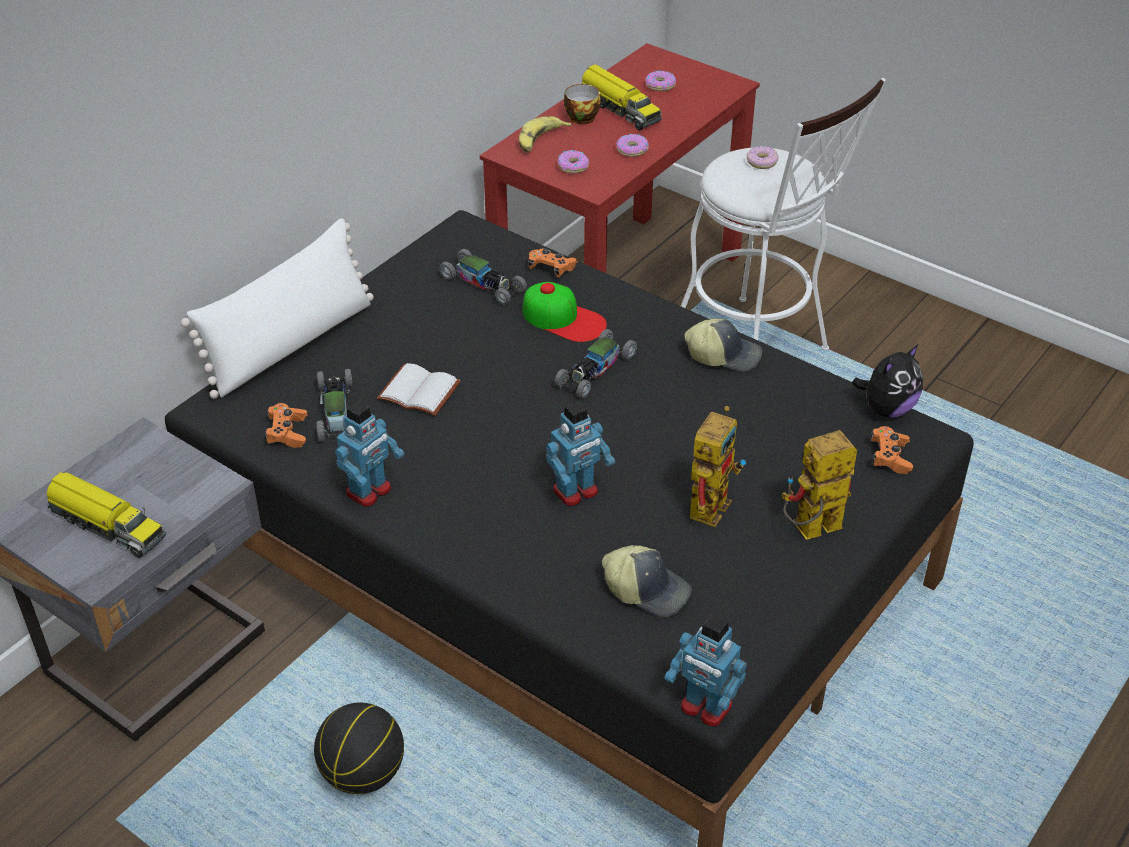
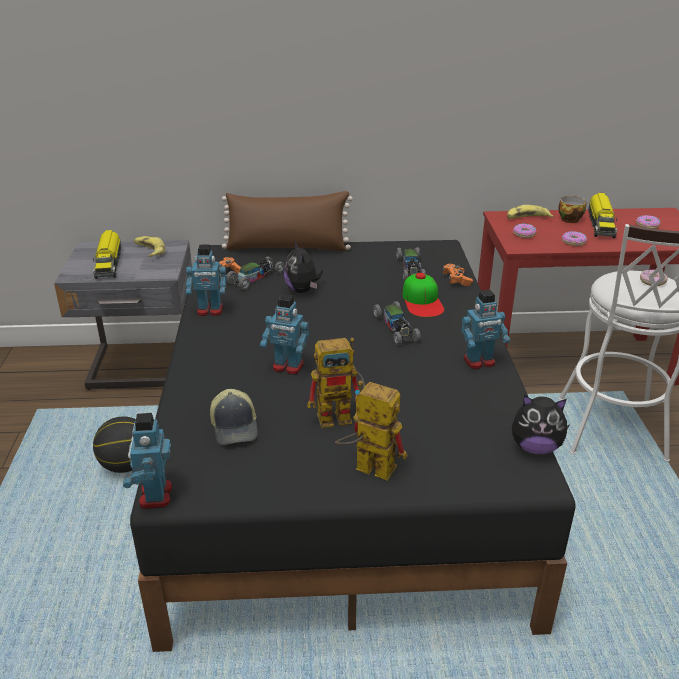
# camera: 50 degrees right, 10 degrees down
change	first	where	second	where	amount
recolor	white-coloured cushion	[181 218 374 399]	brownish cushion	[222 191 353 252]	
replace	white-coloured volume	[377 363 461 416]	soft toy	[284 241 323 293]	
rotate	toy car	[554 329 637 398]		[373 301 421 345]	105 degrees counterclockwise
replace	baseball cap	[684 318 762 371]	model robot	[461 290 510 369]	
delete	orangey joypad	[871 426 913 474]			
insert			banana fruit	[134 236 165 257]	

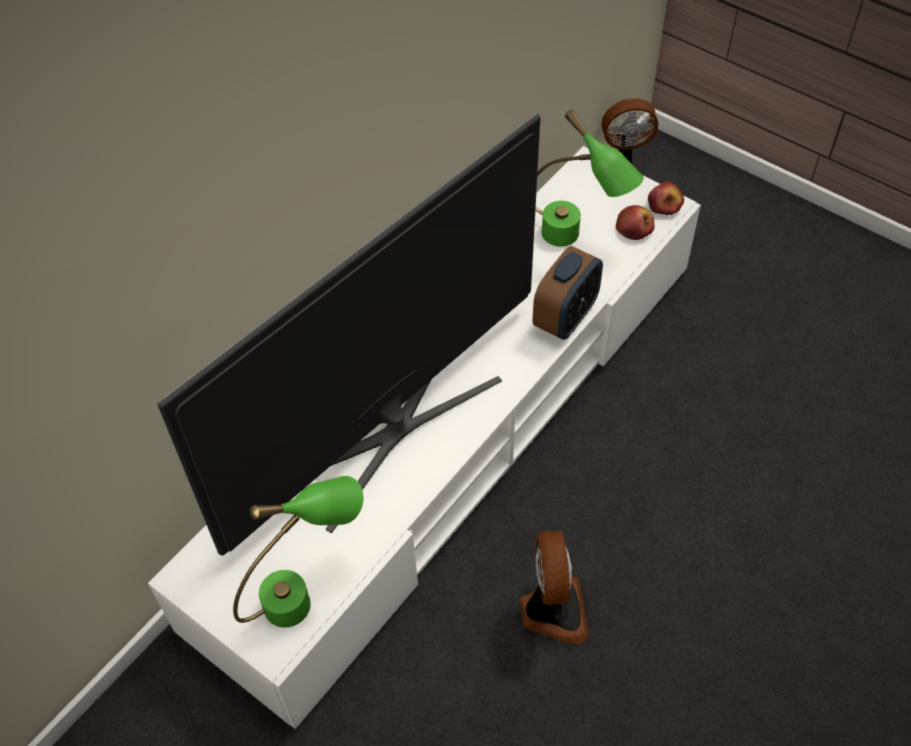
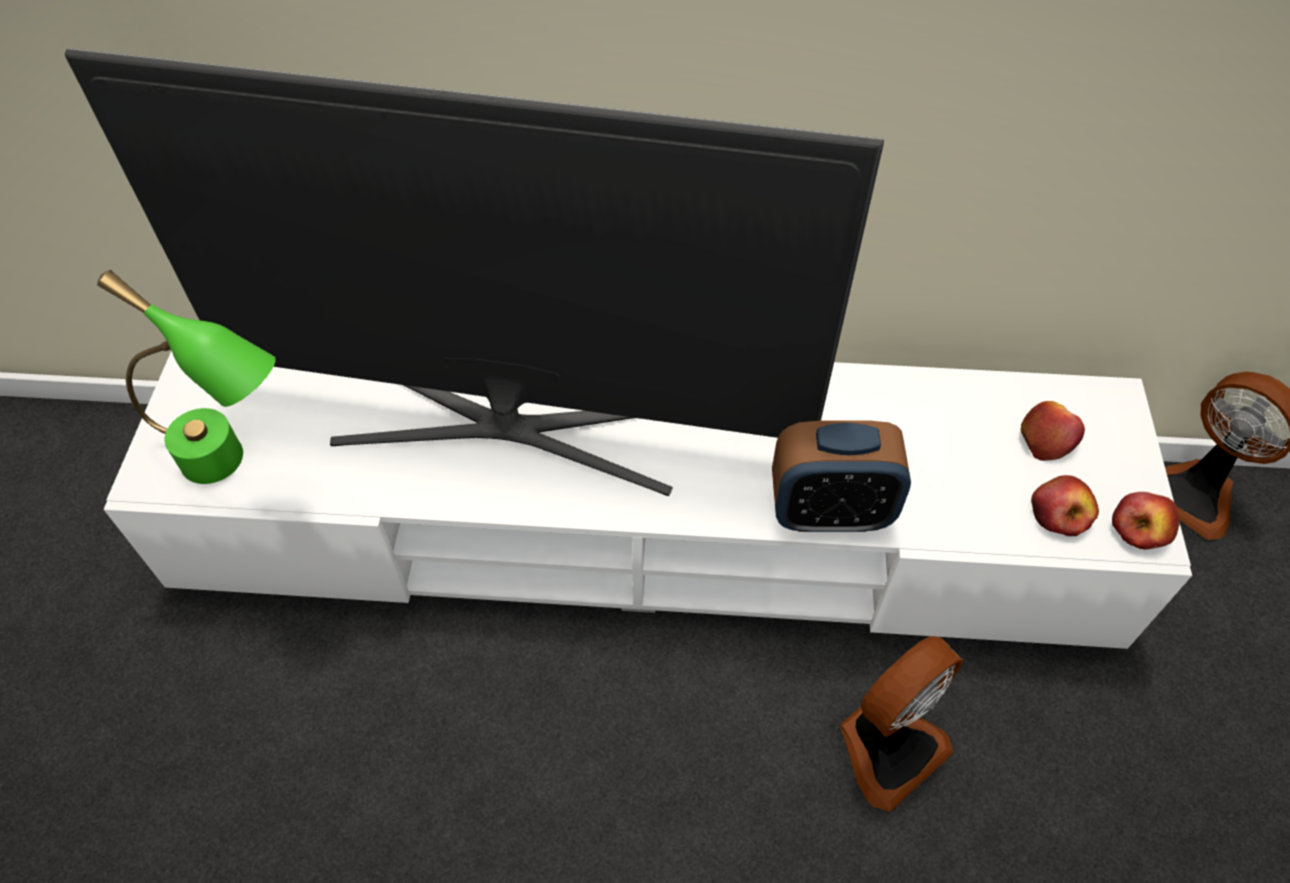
# camera: 55 degrees right, 0 degrees up
change	first	where	second	where	amount
move	cooling fan	[520 531 589 645]		[840 636 964 812]	
delete	green-coloured tabletop lamp	[535 110 644 247]			
insert			apple	[1020 401 1085 461]	

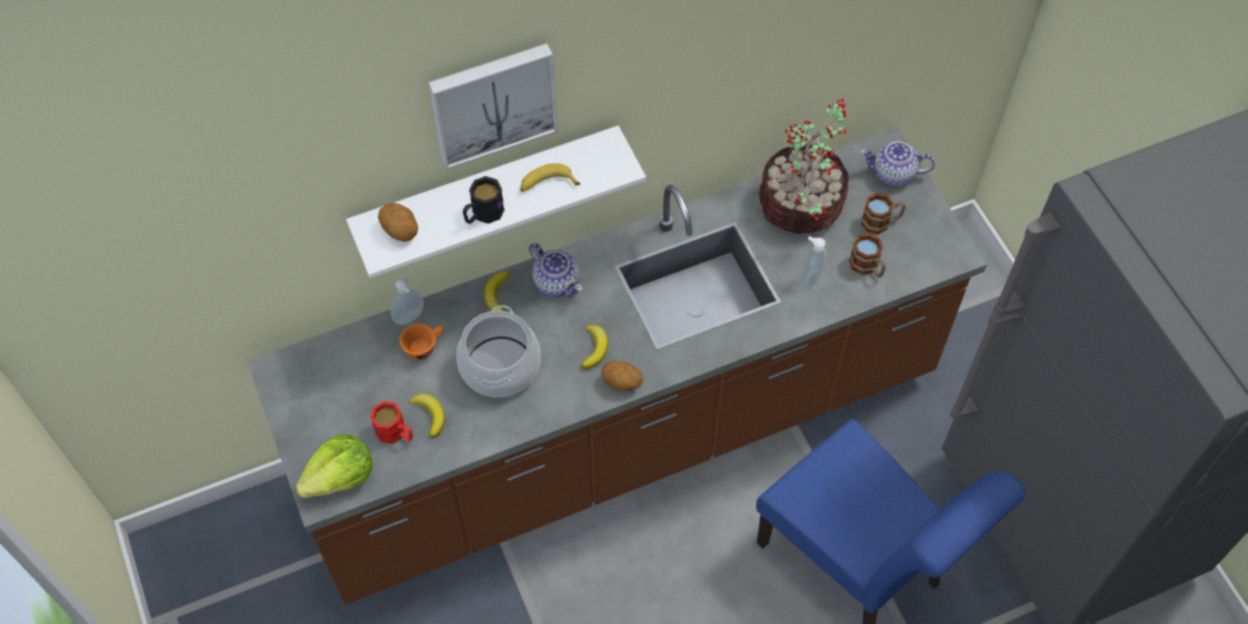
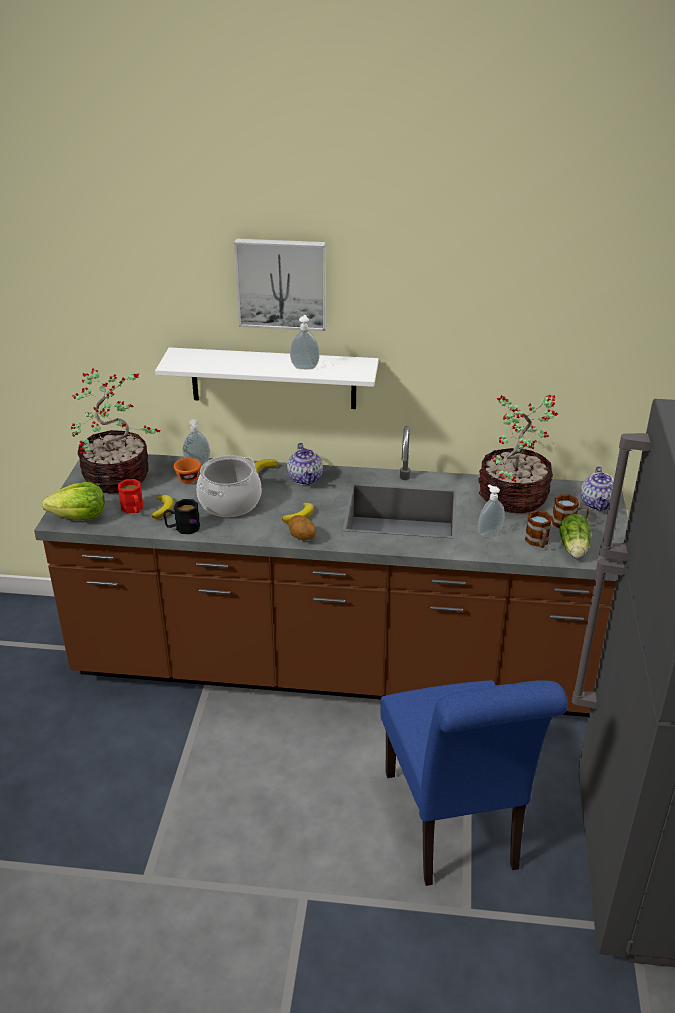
# camera: 30 degrees right, 25 degrees down
change	first	where	second	where	amount
delete	whole potato	[378 203 418 242]			
move	black-coloured coffee mug	[463 176 505 224]		[163 499 200 534]	
replace	banana fruit	[520 163 580 192]	liquid soap bottle	[290 315 320 369]	
rotate	teapot	[861 141 935 187]		[580 466 614 511]	120 degrees counterclockwise
insert			plant in a pot	[71 368 161 493]	
insert			lettuce head	[560 514 591 558]	

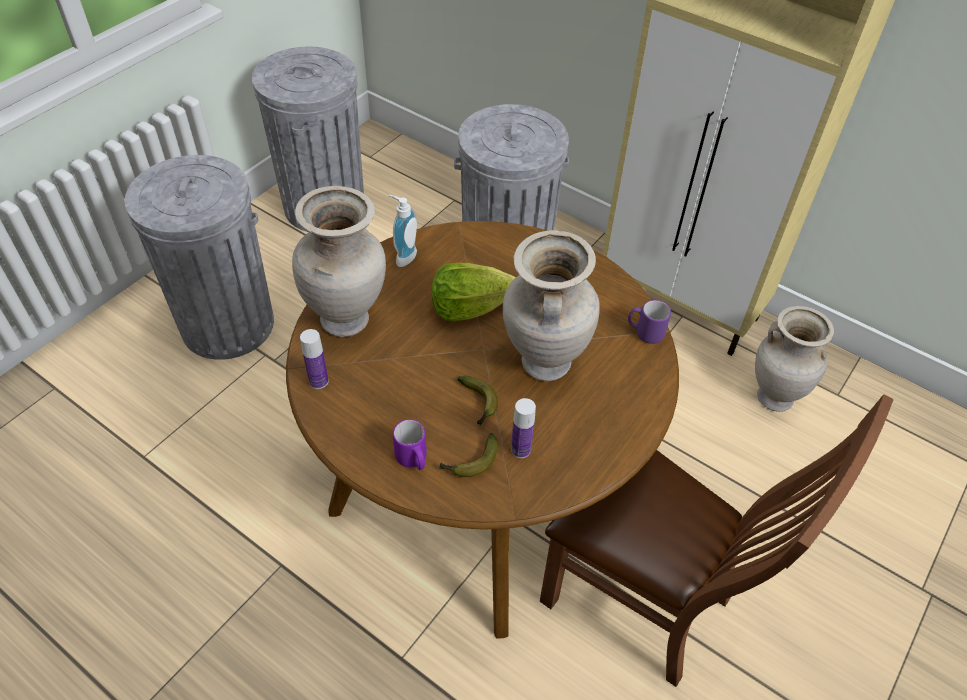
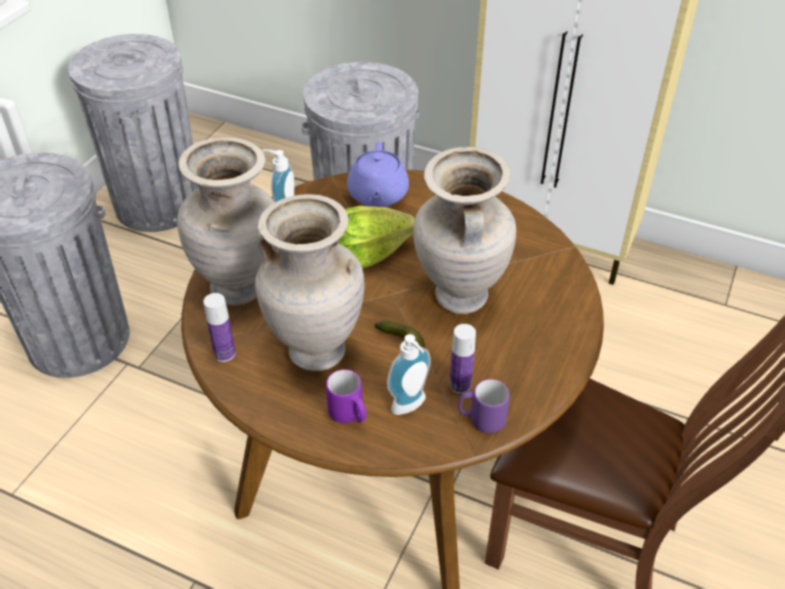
# camera: 10 degrees left, 5 degrees down
change	first	where	second	where	amount
replace	banana fruit	[440 433 497 477]	liquid soap bottle	[387 334 431 415]	
move	purplish coffee mug	[628 300 671 344]		[458 379 510 433]	
move	beige-coloured flower vase	[755 306 834 412]		[255 194 365 371]	
insert			purplish teapot	[347 142 409 207]	

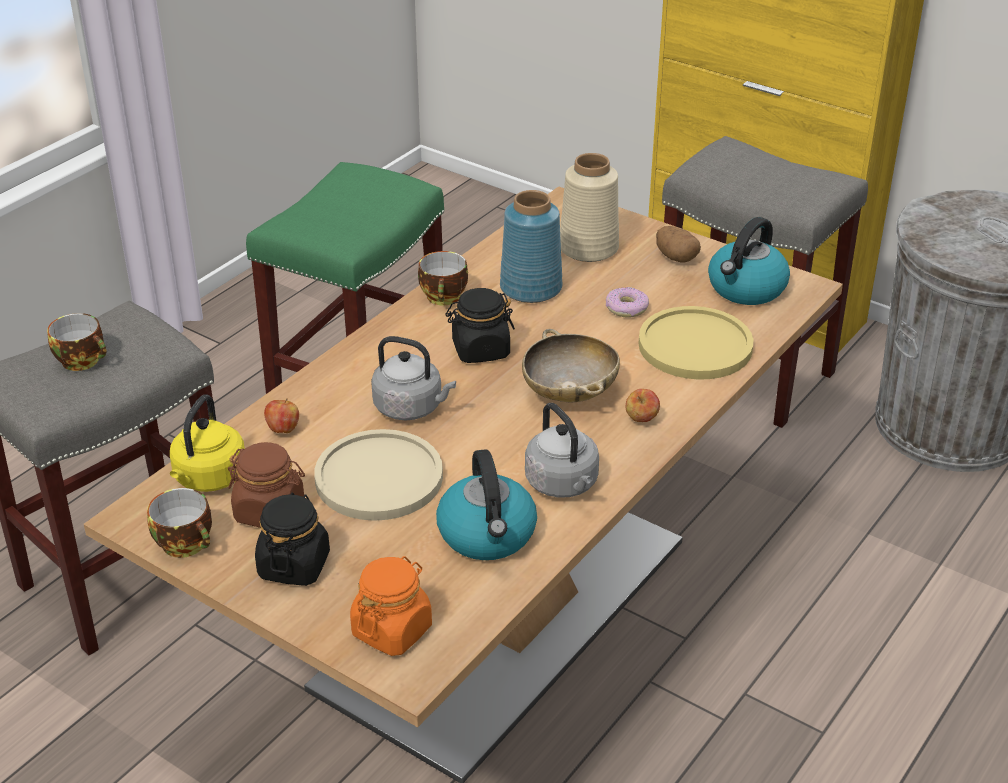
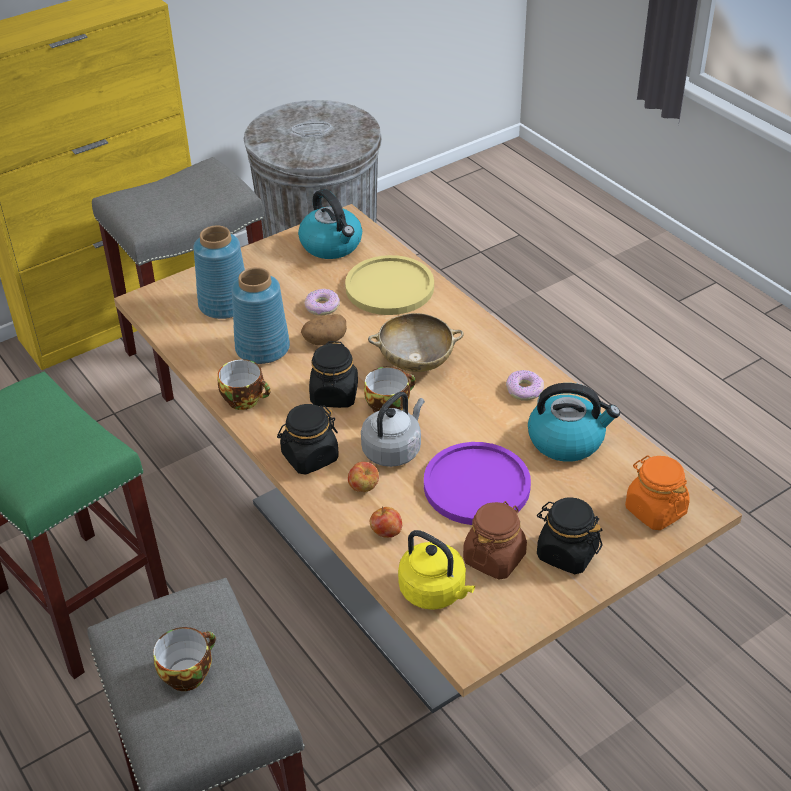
# camera: 70 degrees left, 5 degrees up
change	first	where	second	where	amount
move	drinking cup	[147 488 212 558]		[364 367 416 413]	
recolor	beige-coloured dinner plate	[314 429 443 521]	purplish dinner plate	[424 442 531 525]	
replace	gray tea kettle	[525 403 599 498]	donut	[506 370 544 401]	
recolor	beige-coloured flower vase	[560 153 619 262]	blue flower vase	[193 225 245 319]	
move	apple	[626 389 660 422]		[348 462 379 492]	
move	whole potato	[656 226 701 262]		[301 314 347 345]	
insert			black-coloured jar	[277 404 339 475]	

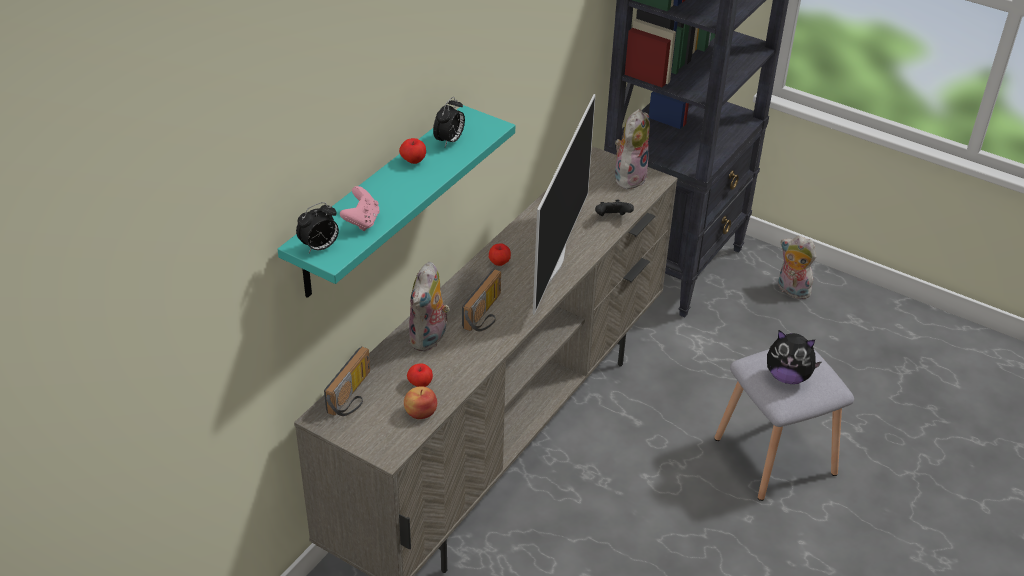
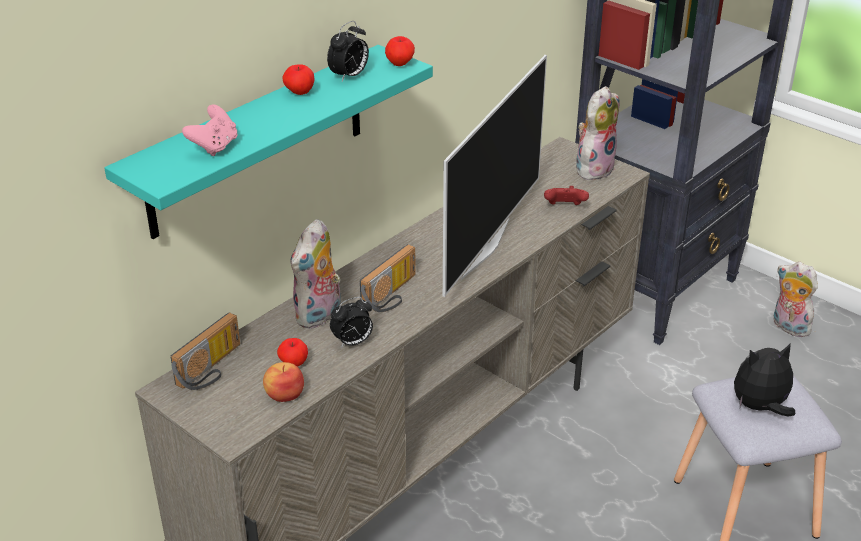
# camera: 10 degrees right, 5 degrees down
change	first	where	second	where	amount
move	bedside clock	[296 202 339 253]		[330 297 373 348]	
move	apple	[489 243 511 266]		[385 36 415 66]	
recolor	black-coloured joypad	[595 199 634 216]	red joypad	[544 186 589 205]	
rotate	soft toy	[767 330 822 384]		[734 343 795 417]	135 degrees clockwise

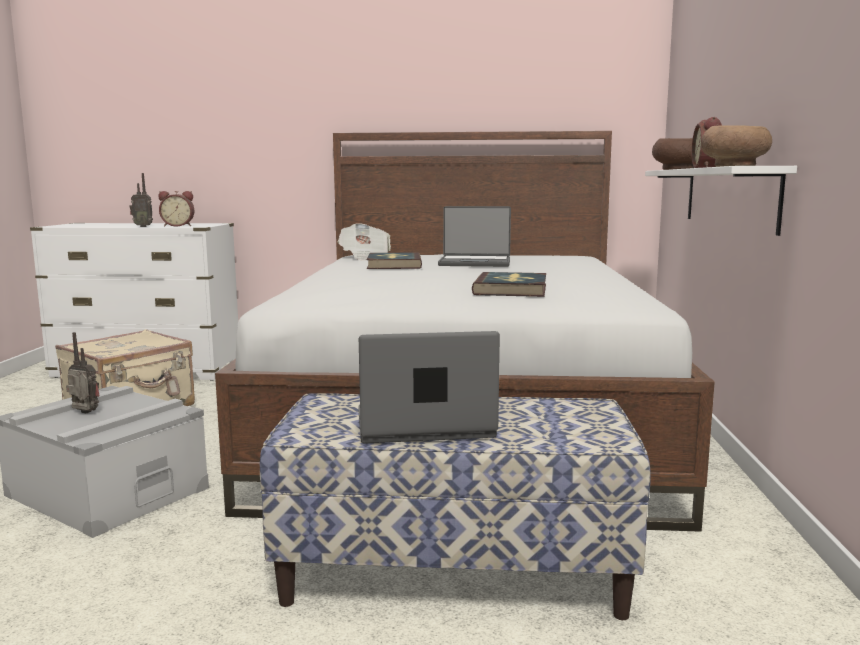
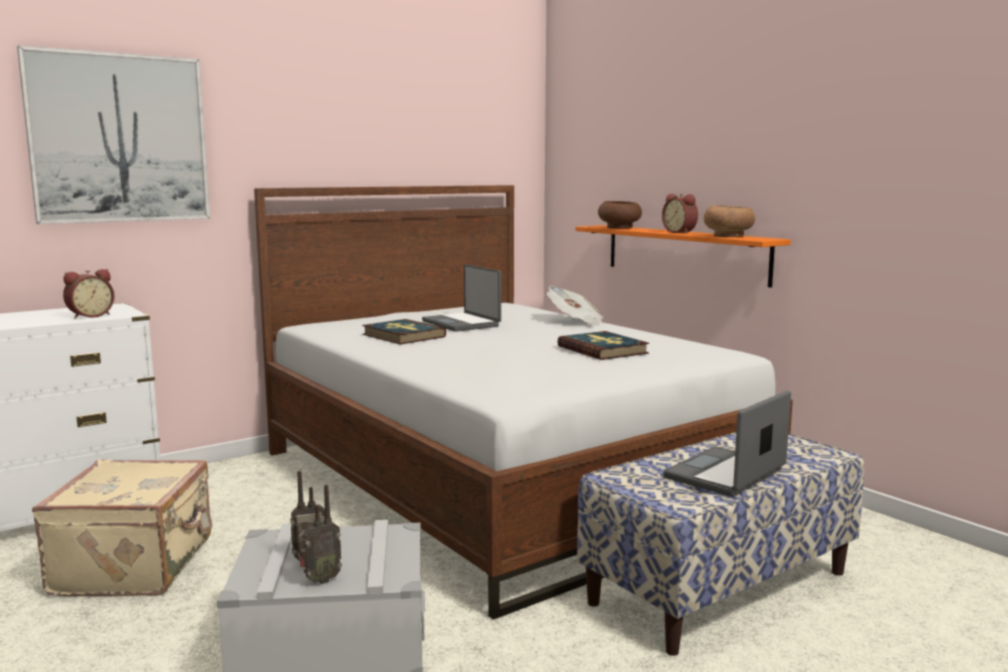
# camera: 40 degrees left, 0 degrees up
change	first	where	second	where	amount
move	radio set	[129 173 153 227]		[298 484 342 584]	
move	daily paper	[337 223 391 261]		[547 286 604 326]	
rotate	portable computer	[438 206 511 267]		[422 265 501 332]	90 degrees clockwise
recolor	white-coloured wall shelf	[645 166 797 236]	orangey wall shelf	[576 225 791 288]	
insert			wall art	[17 45 210 224]	

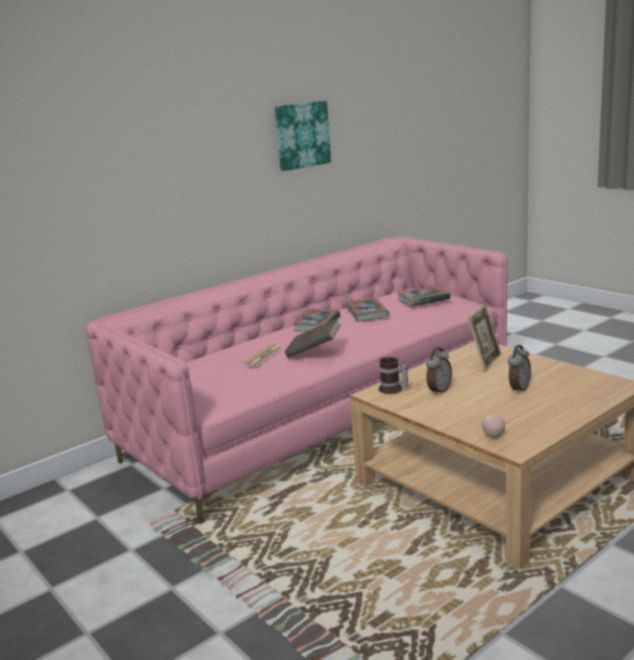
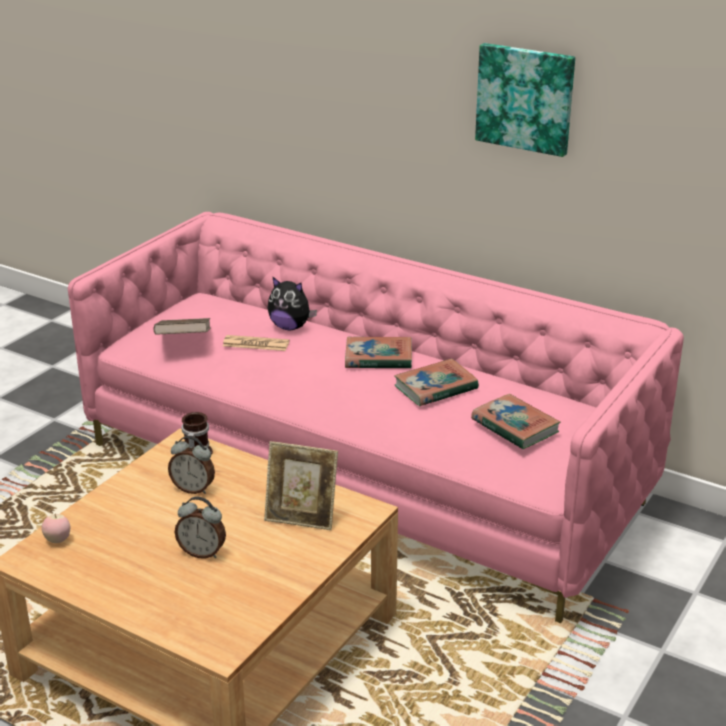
# camera: 70 degrees right, 10 degrees up
change	first	where	second	where	amount
move	brownish volume	[284 318 341 358]		[153 318 211 335]	
insert			soft toy	[267 276 317 330]	

